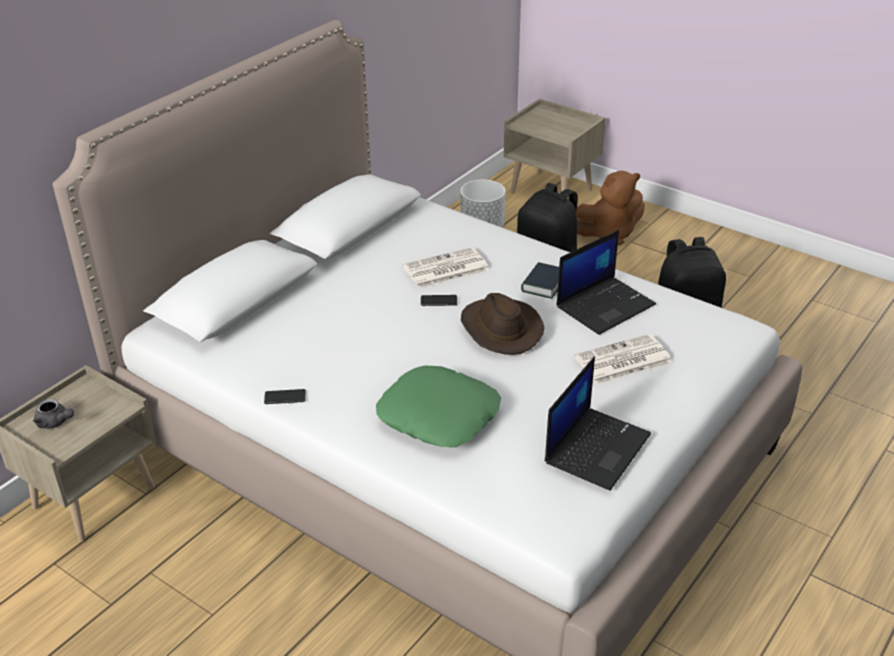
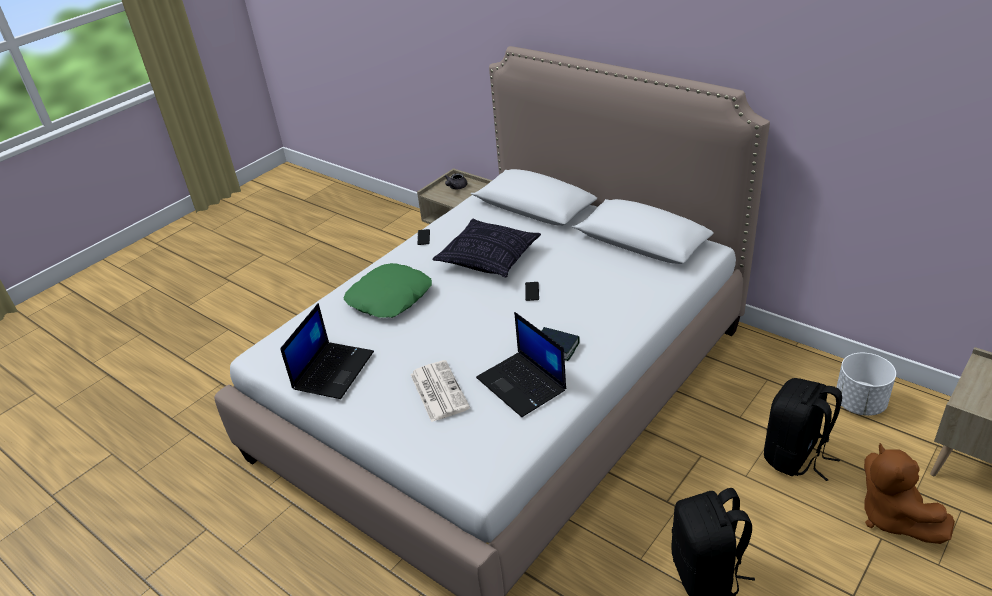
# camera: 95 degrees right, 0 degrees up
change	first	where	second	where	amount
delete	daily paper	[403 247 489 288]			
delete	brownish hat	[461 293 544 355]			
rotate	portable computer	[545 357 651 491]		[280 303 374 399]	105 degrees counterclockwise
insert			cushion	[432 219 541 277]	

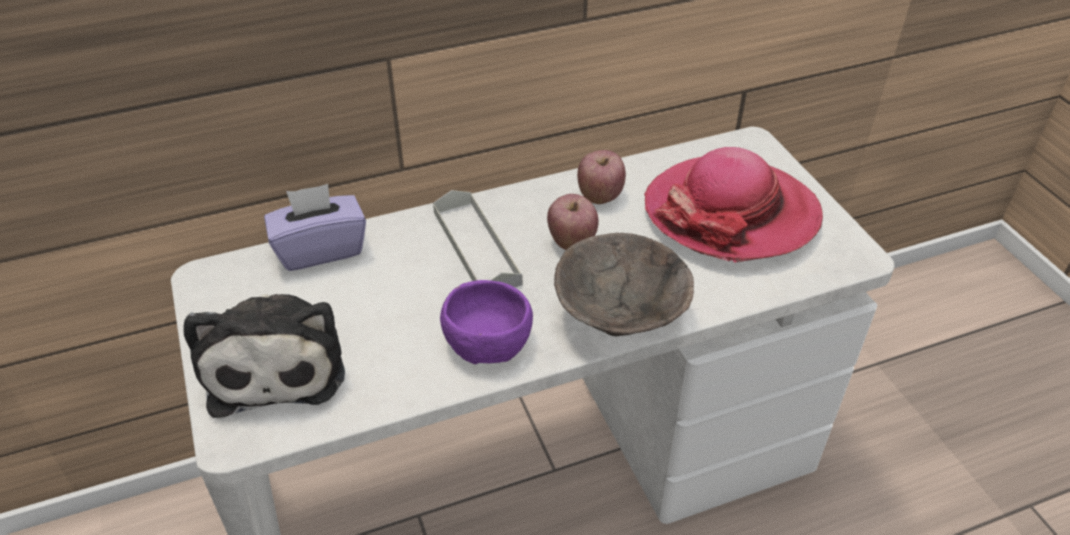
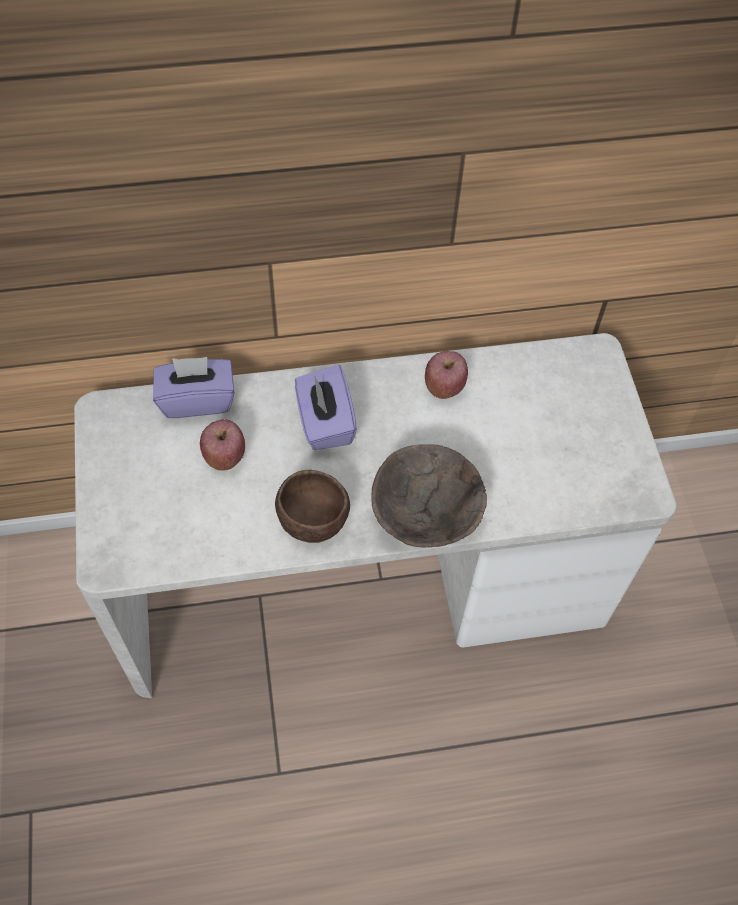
# camera: 10 degrees right, 15 degrees up
change	first	where	second	where	amount
delete	soft toy	[183 294 345 418]			
replace	gray serving tray	[433 190 523 287]	purplish box of tissues	[295 365 357 450]	
recolor	purplish bowl	[440 280 533 364]	brownish bowl	[275 470 350 543]	
move	apple	[547 194 599 250]		[200 419 245 471]	
delete	hat	[644 147 823 263]			

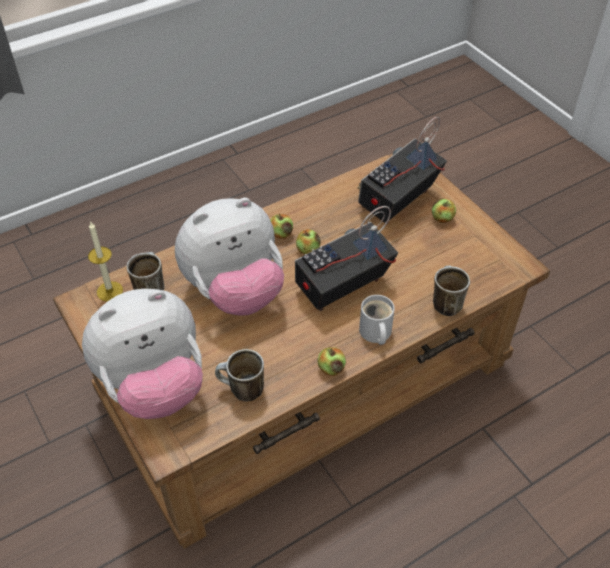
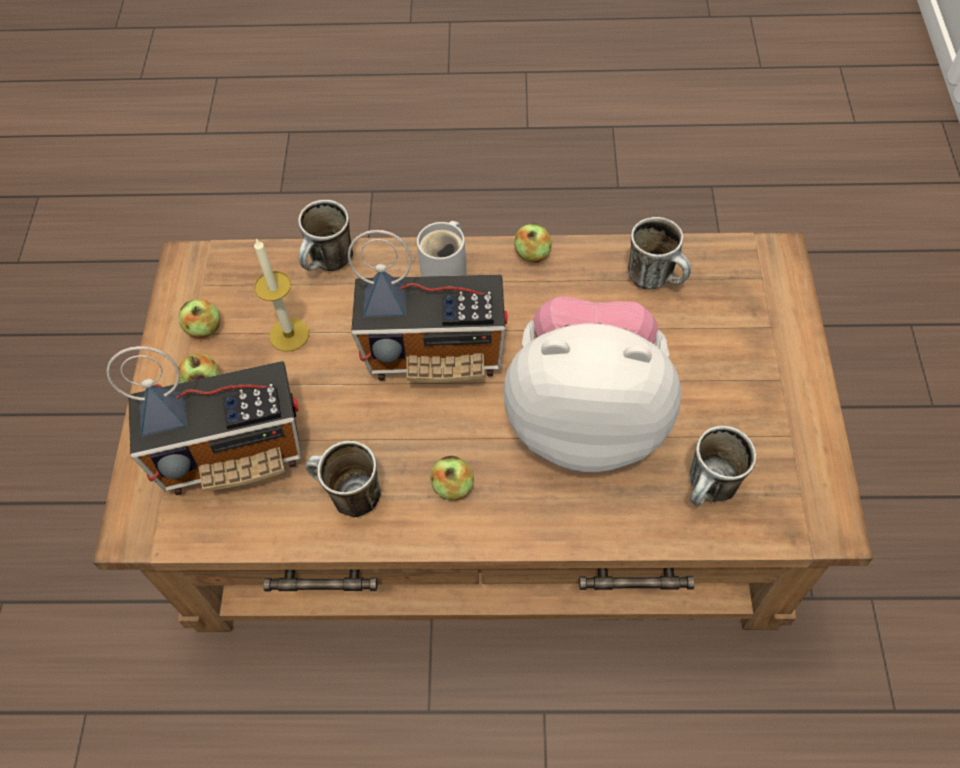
# camera: 145 degrees left, 10 degrees up
change	first	where	second	where	amount
delete	soft toy	[82 289 203 419]			
move	wax candle	[88 221 123 301]		[254 238 309 352]	
move	apple	[296 229 321 254]		[179 299 221 338]	
insert			coffee mug	[305 441 381 517]	

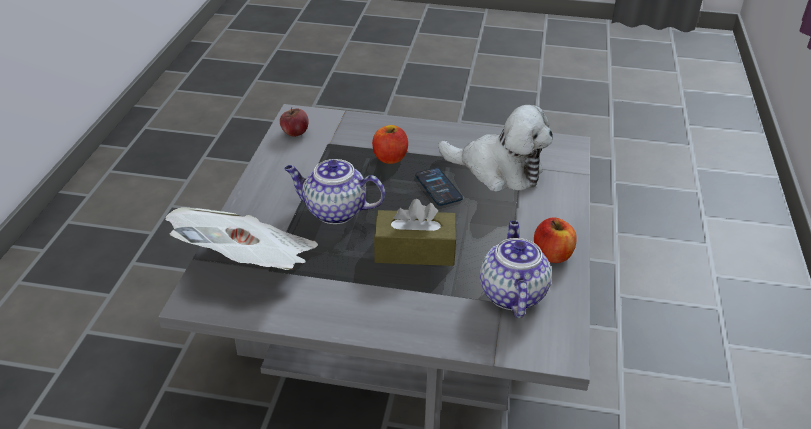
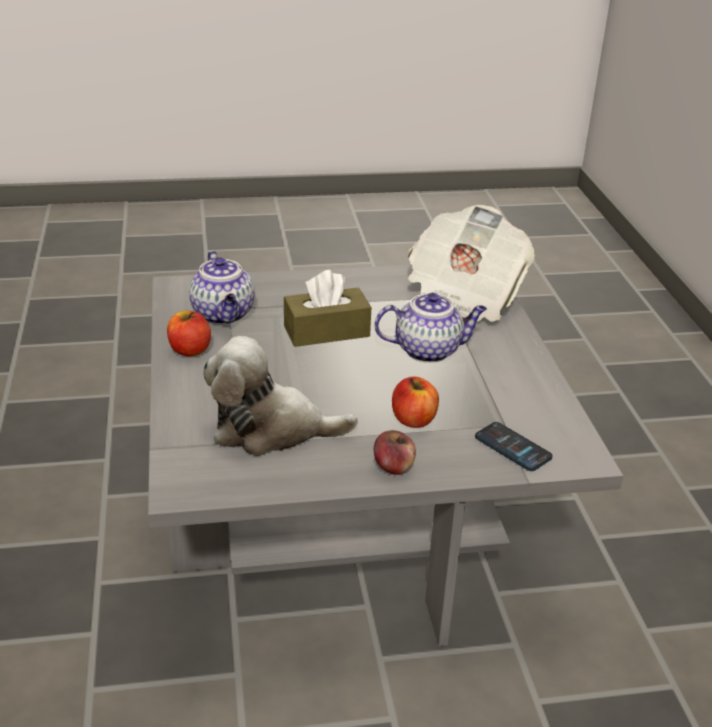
# camera: 160 degrees right, 5 degrees down
change	first	where	second	where	amount
move	apple	[280 107 309 137]		[374 430 416 475]	
move	telephone	[415 168 463 206]		[475 422 553 471]	

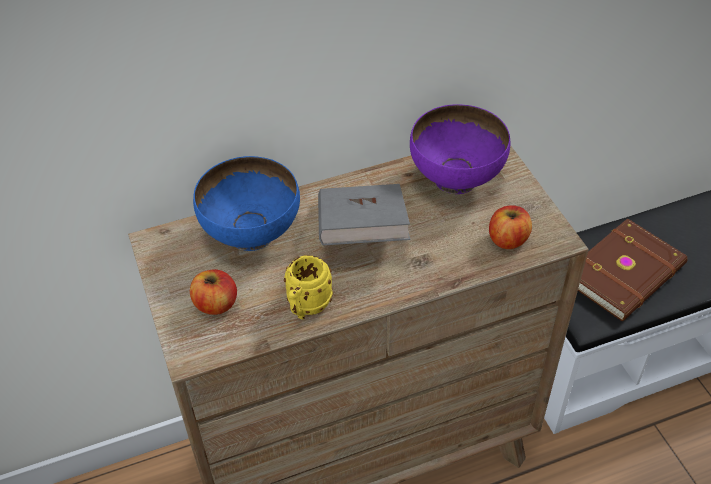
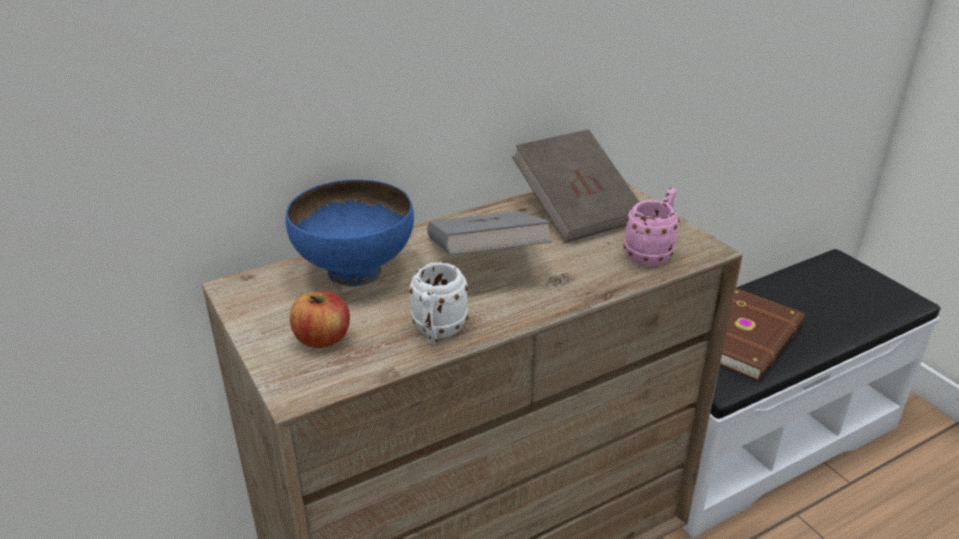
# camera: 10 degrees left, 15 degrees down
change	first	where	second	where	amount
recolor	yellow coffee mug	[284 255 333 319]	white-coloured coffee mug	[409 262 468 344]	
replace	purplish bowl	[410 104 510 194]	brownish volume	[512 129 639 242]	
replace	apple	[489 205 532 249]	pink coffee mug	[624 188 680 266]	

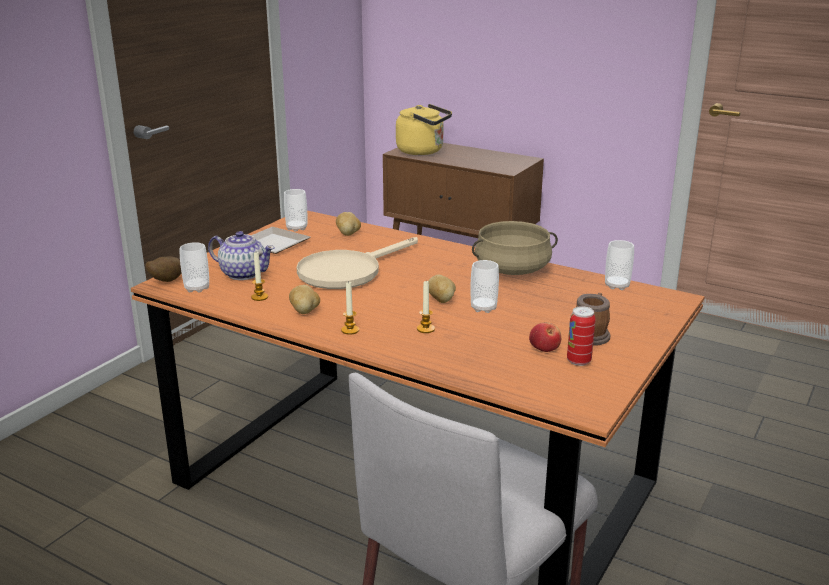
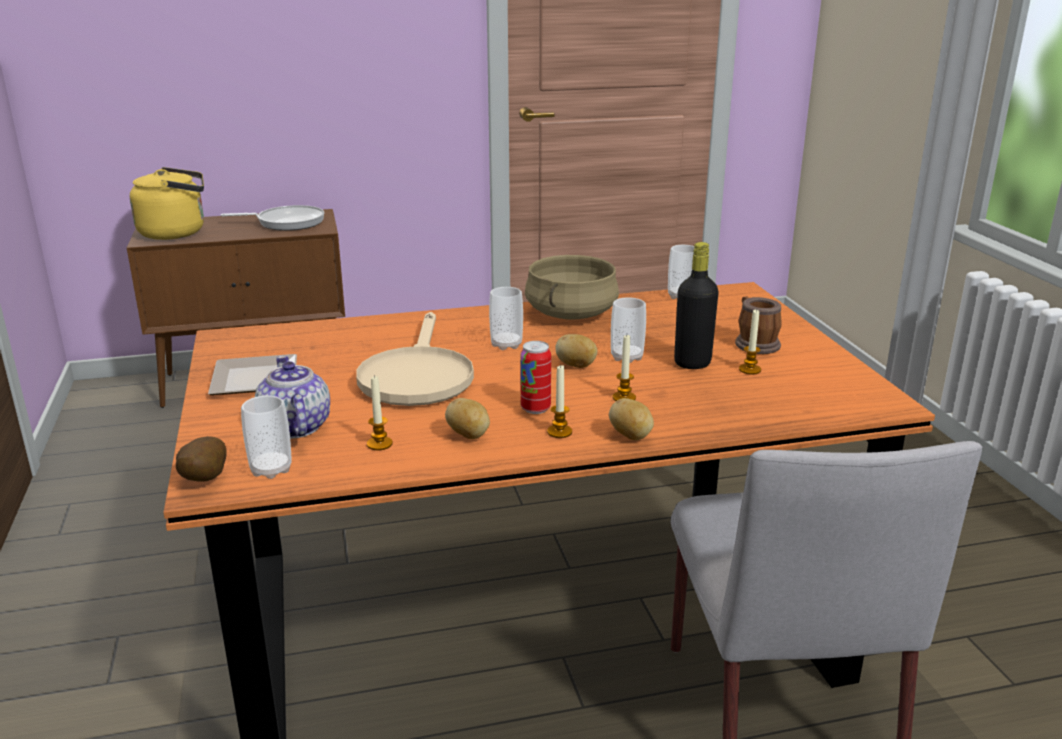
# camera: 45 degrees left, 0 degrees up
change	first	where	second	where	amount
rotate	teapot	[208 231 275 280]		[255 356 330 439]	90 degrees counterclockwise
move	drinking cup	[284 189 307 232]		[489 287 523 350]	
move	whole potato	[336 212 361 236]		[609 398 654 440]	
replace	apple	[529 322 561 352]	wax candle	[739 309 761 375]	
move	can	[567 306 596 366]		[520 341 551 414]	
insert			pan	[221 205 324 231]	
insert			black-coloured drink bottle	[674 242 719 369]	

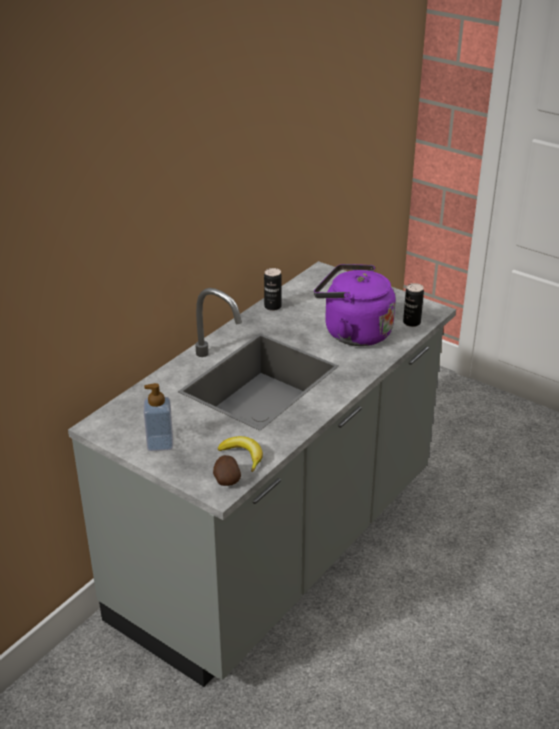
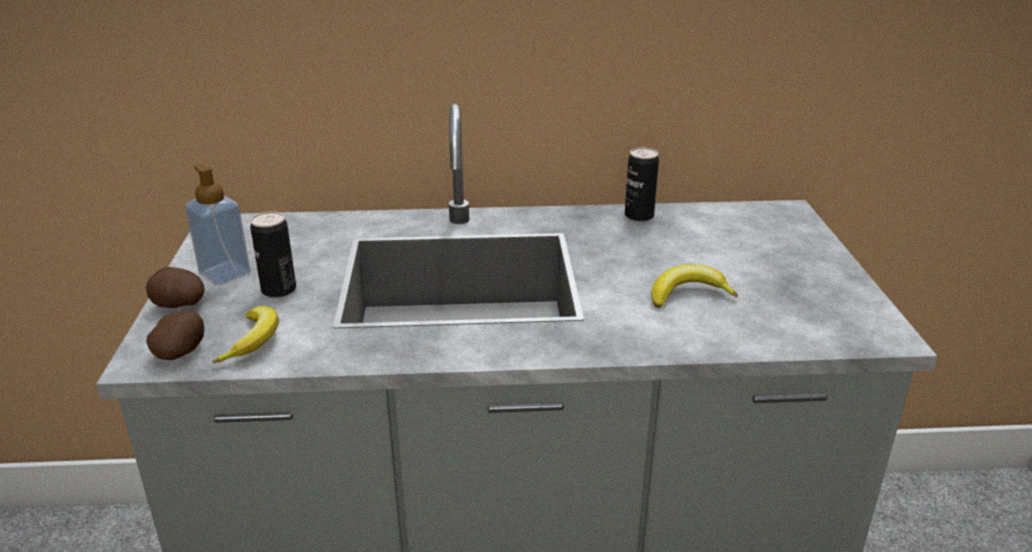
# camera: 50 degrees right, 5 degrees down
change	first	where	second	where	amount
replace	purplish tea kettle	[314 264 396 346]	banana fruit	[651 264 738 308]	
move	can	[403 283 424 327]		[250 211 296 298]	
insert			whole potato	[146 267 205 308]	

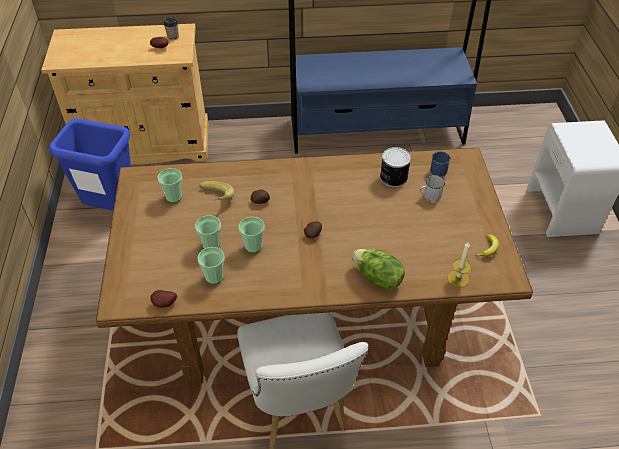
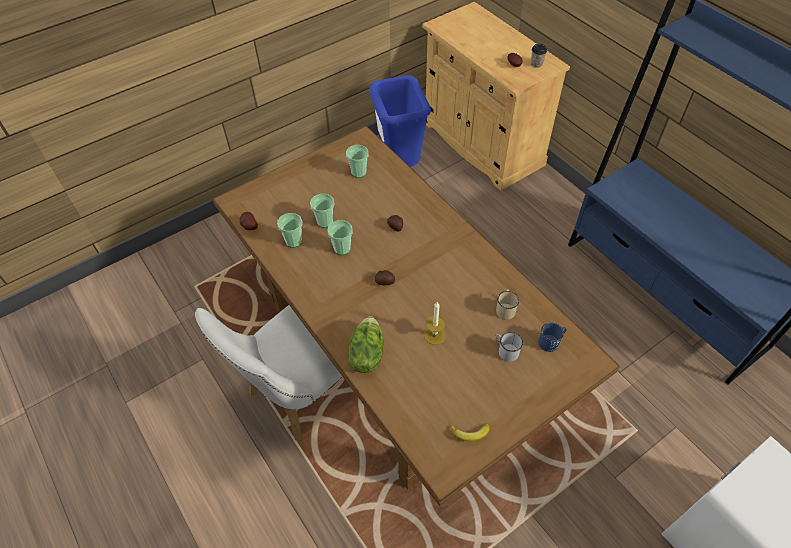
# camera: 60 degrees right, 5 degrees up
change	first	where	second	where	amount
delete	banana fruit	[199 181 234 200]			
replace	can	[380 147 411 187]	beige-coloured coffee mug	[496 289 519 320]	
move	wax candle	[447 241 471 287]		[424 302 446 345]	

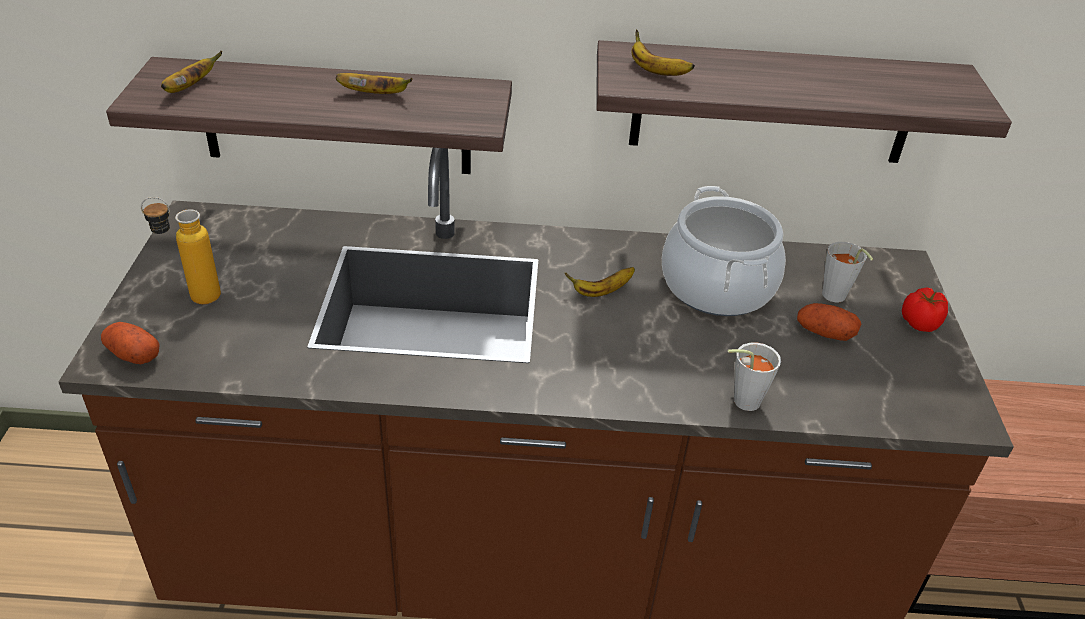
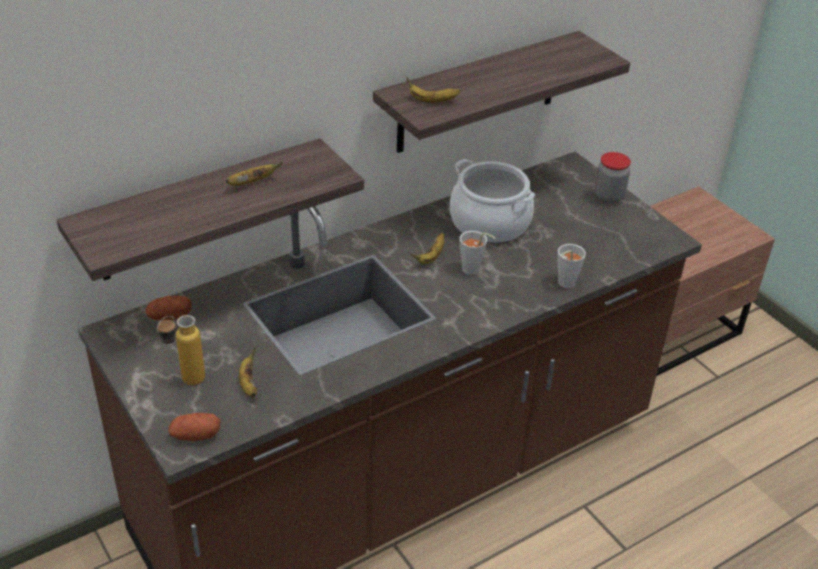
# camera: 35 degrees left, 0 degrees up
change	first	where	second	where	amount
move	banana fruit	[161 51 222 93]		[239 348 257 397]	
move	whole potato	[797 303 861 341]		[146 296 192 320]	
move	gray drinking cup	[822 242 873 302]		[459 231 496 275]	
replace	tomato	[902 287 948 332]	jar	[595 152 631 204]	

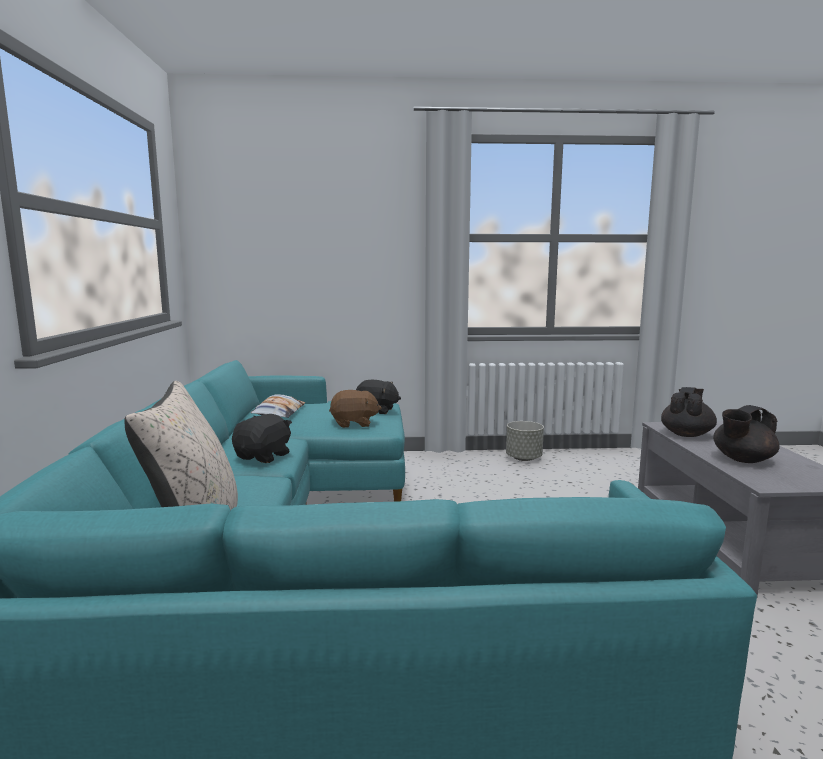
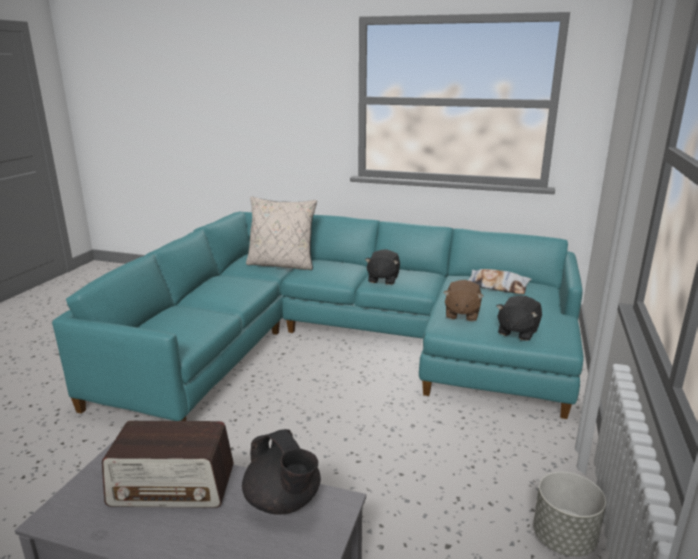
# camera: 110 degrees right, 10 degrees up
change	first	where	second	where	amount
rotate	black-coloured soft toy	[232 414 292 463]		[365 249 400 285]	60 degrees clockwise
replace	black-coloured teapot	[713 405 779 463]	radio set	[102 421 234 508]	

